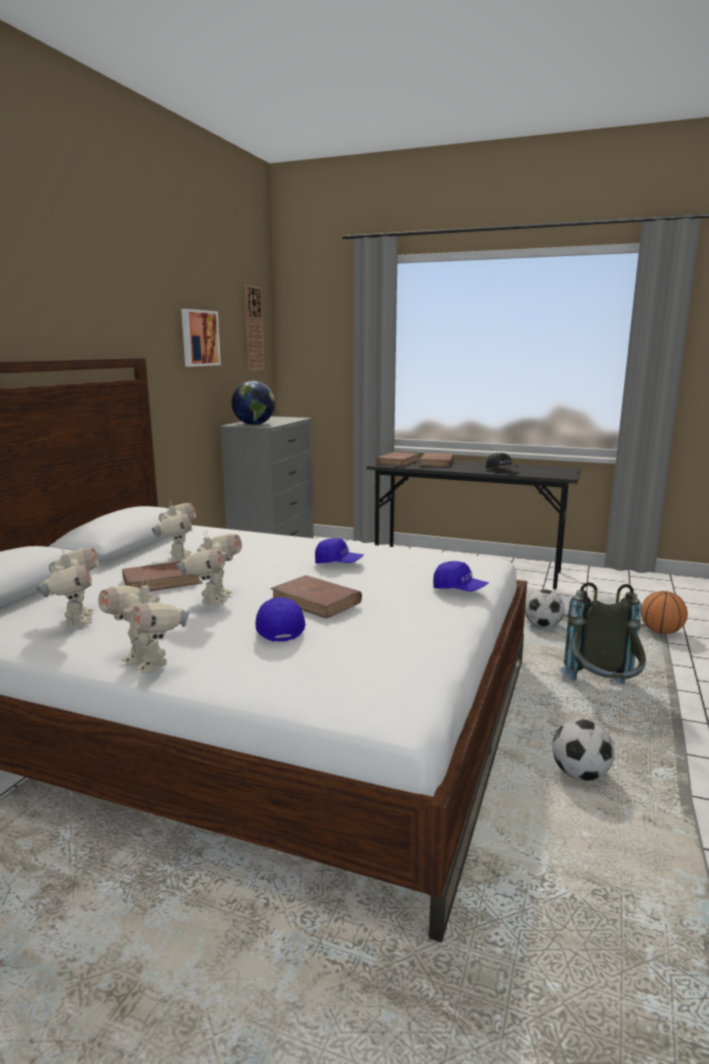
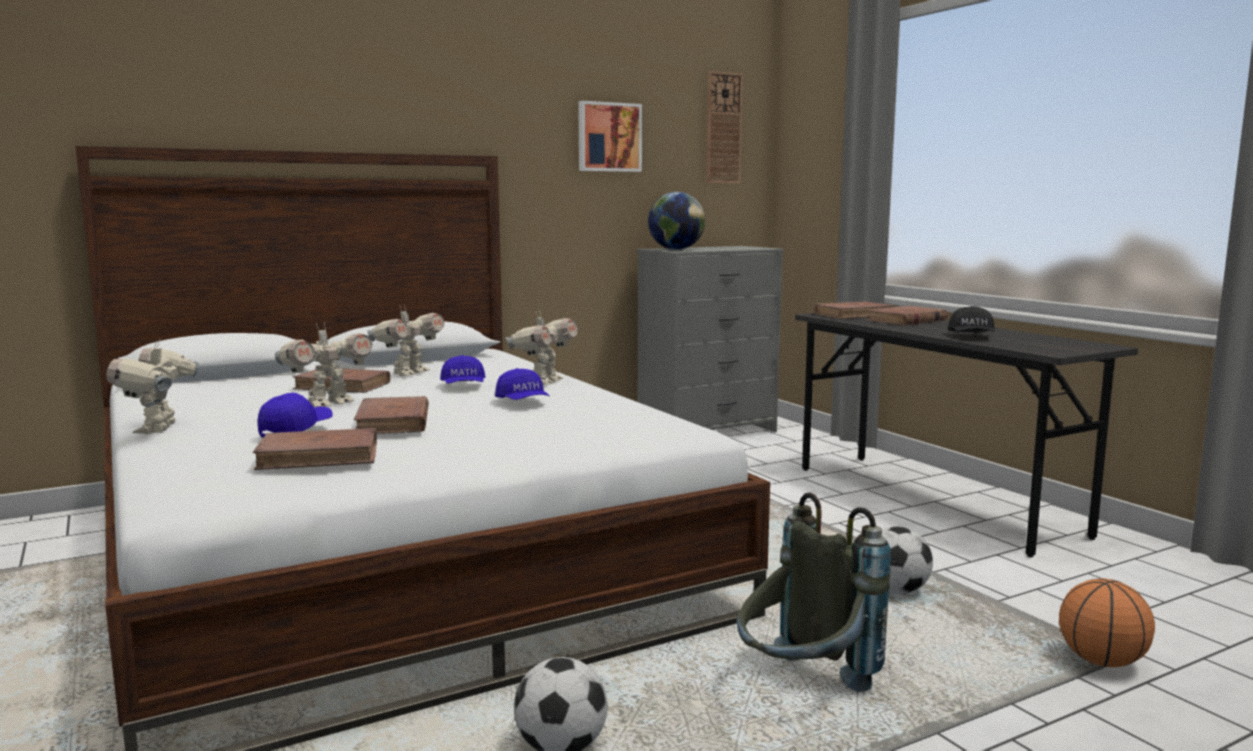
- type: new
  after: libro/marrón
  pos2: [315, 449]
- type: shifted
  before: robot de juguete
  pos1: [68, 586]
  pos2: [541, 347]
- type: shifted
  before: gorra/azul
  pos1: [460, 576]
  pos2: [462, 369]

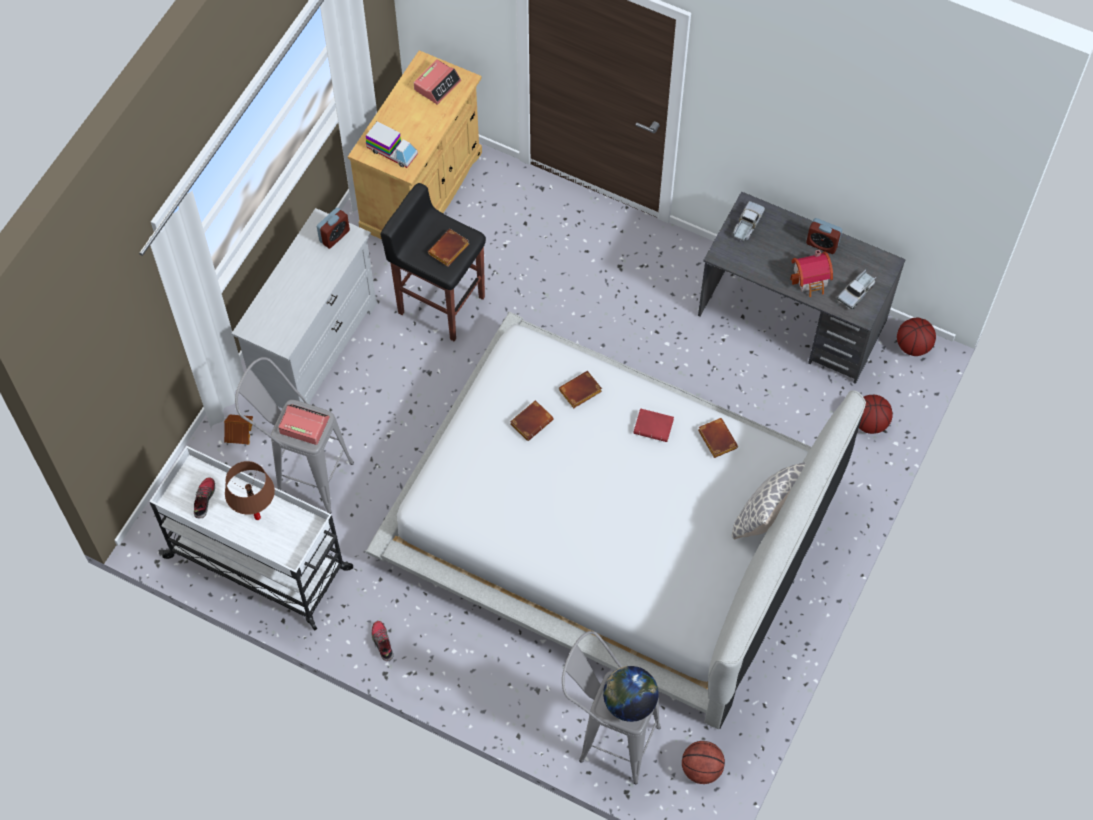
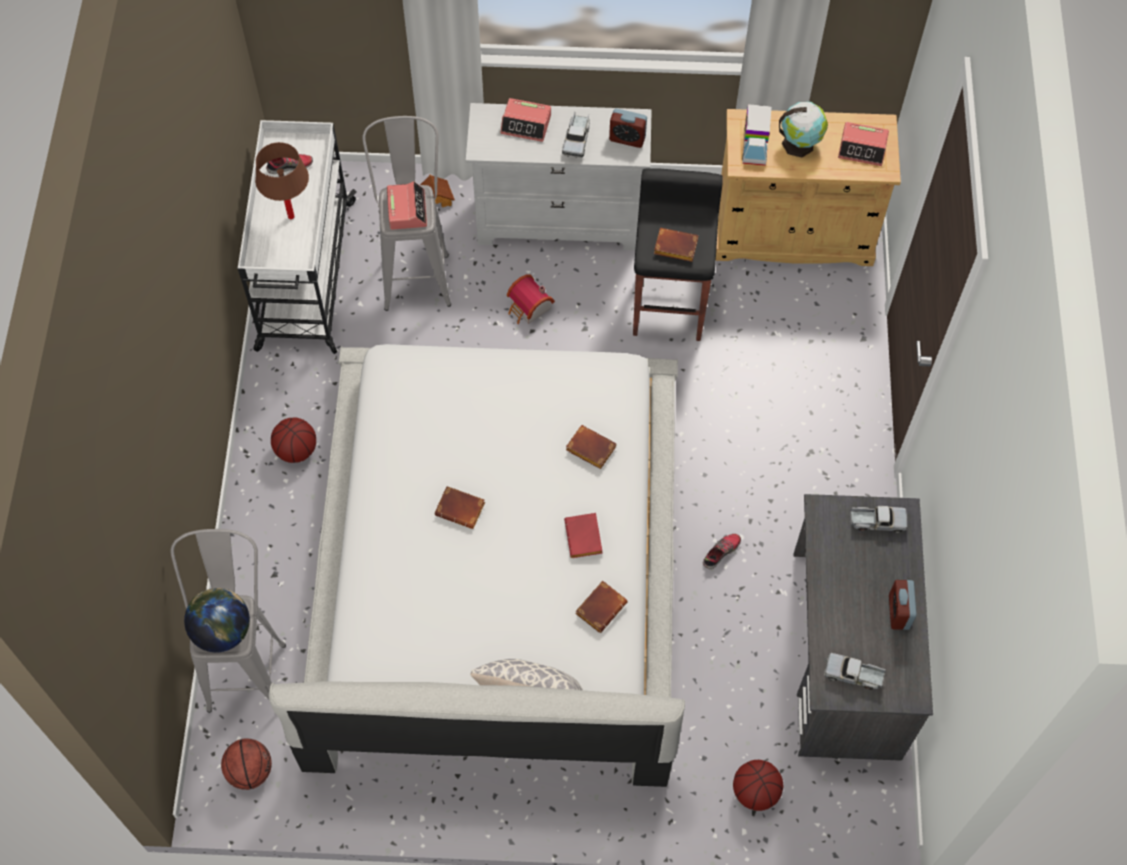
- type: new
  after: despertador
  pos2: [526, 120]
- type: new
  after: camión de juguete
  pos2: [576, 135]
- type: new
  after: globo terráqueo
  pos2: [803, 129]
- type: shifted
  before: zapato
  pos1: [382, 641]
  pos2: [722, 551]
- type: shifted
  before: libro/marrón
  pos1: [532, 420]
  pos2: [460, 507]
- type: shifted
  before: casita
  pos1: [811, 273]
  pos2: [531, 299]
- type: shifted
  before: balón de baloncesto
  pos1: [916, 337]
  pos2: [293, 440]

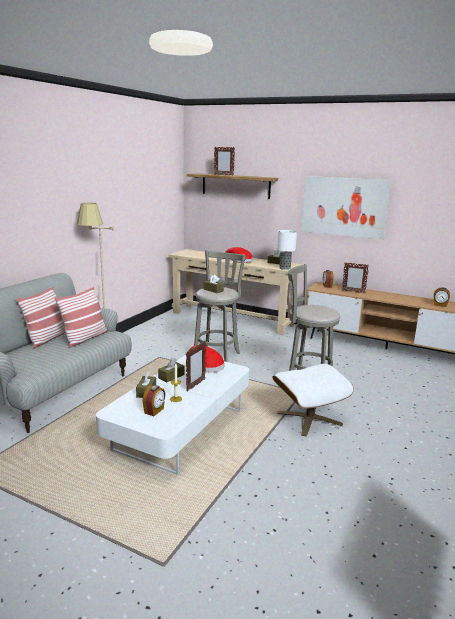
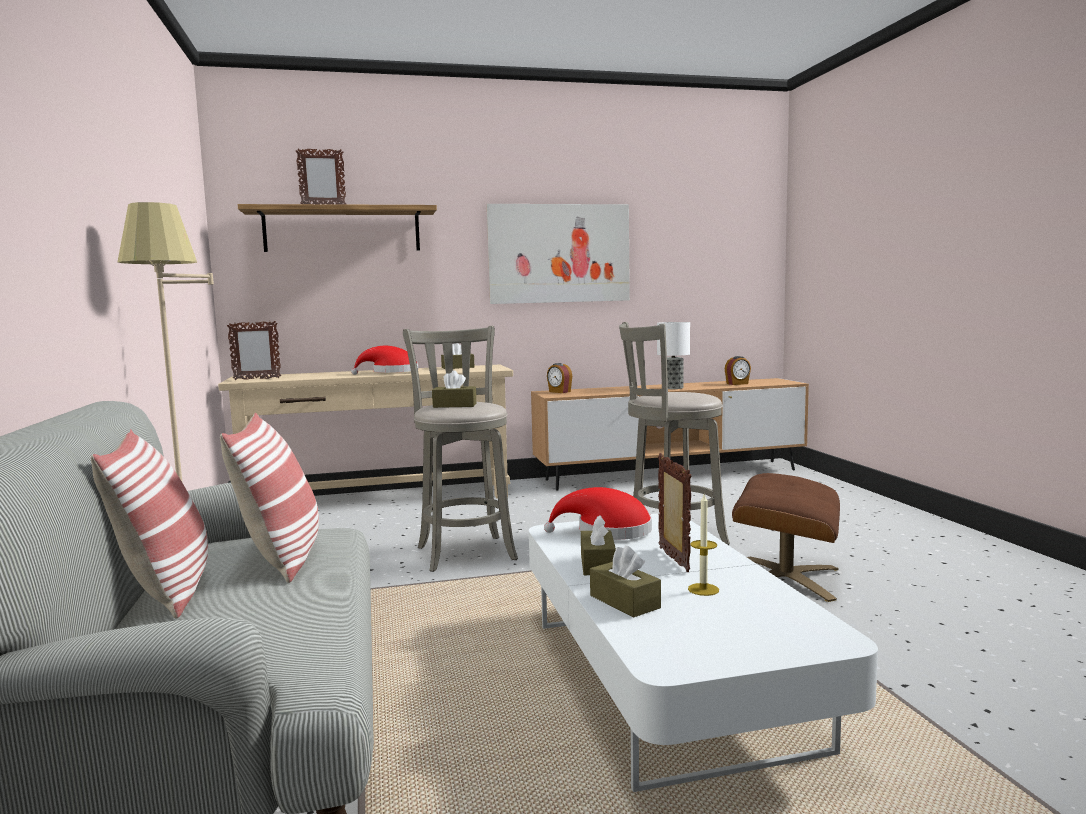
- type: gone
  before: despertador
  pos1: [153, 400]
- type: shifted
  before: lámpara de mesa
  pos1: [287, 250]
  pos2: [673, 355]
- type: shifted
  before: portarretratos
  pos1: [355, 277]
  pos2: [254, 350]
- type: repainted
  before: puf/blanco
  after: puf/marrón
  pos1: [313, 400]
  pos2: [786, 537]

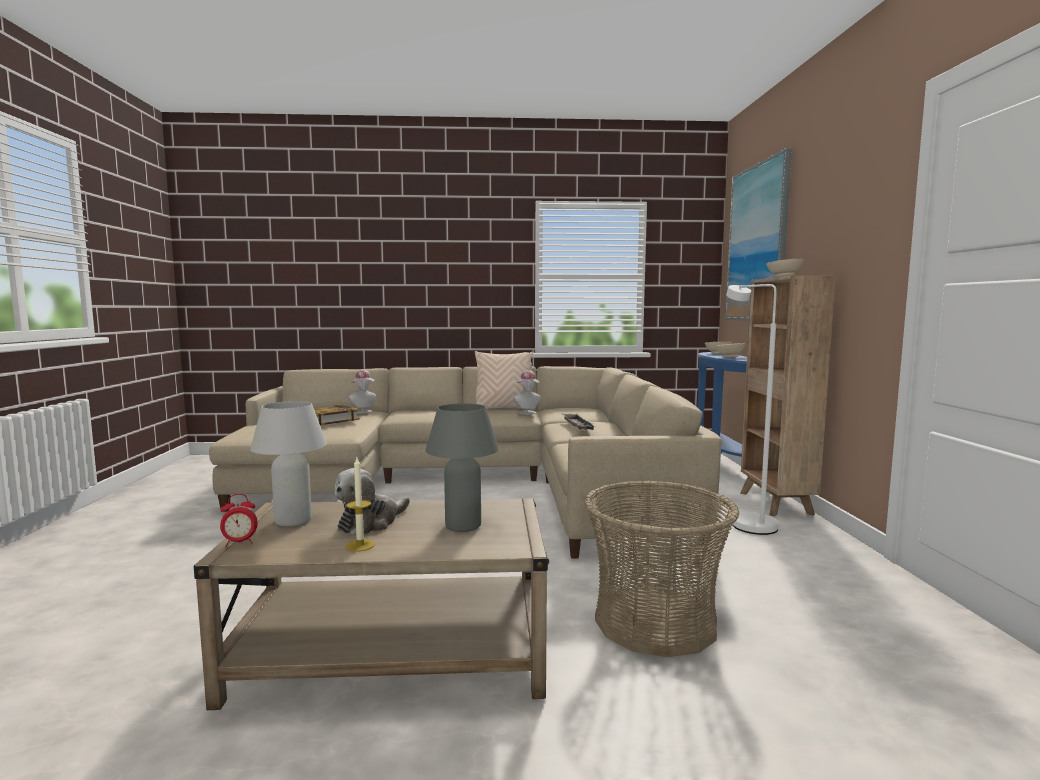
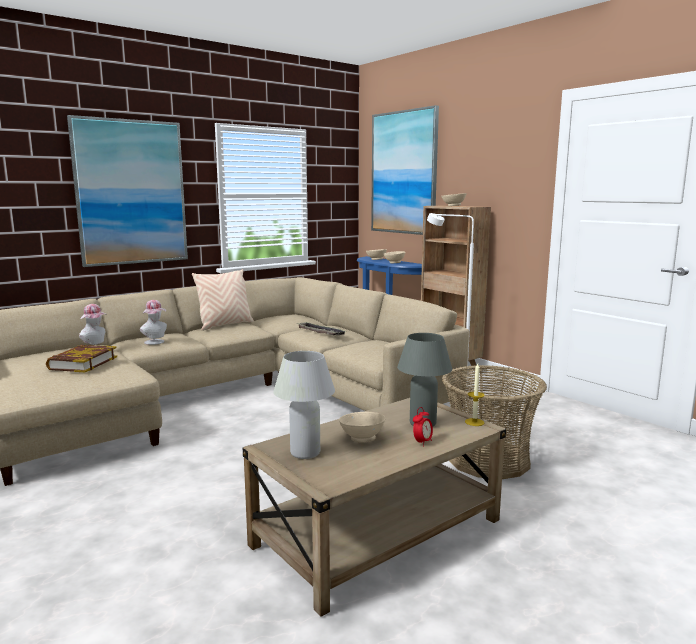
- type: new
  after: cuadro
  pos2: [127, 191]
- type: shifted
  before: despertador
  pos1: [239, 520]
  pos2: [423, 427]
- type: shifted
  before: vela
  pos1: [360, 505]
  pos2: [475, 394]
- type: shifted
  before: sombrero
  pos1: [527, 392]
  pos2: [153, 322]
- type: swapped
  before: peluche
  after: cuenco/beis
  pos1: [372, 501]
  pos2: [362, 427]

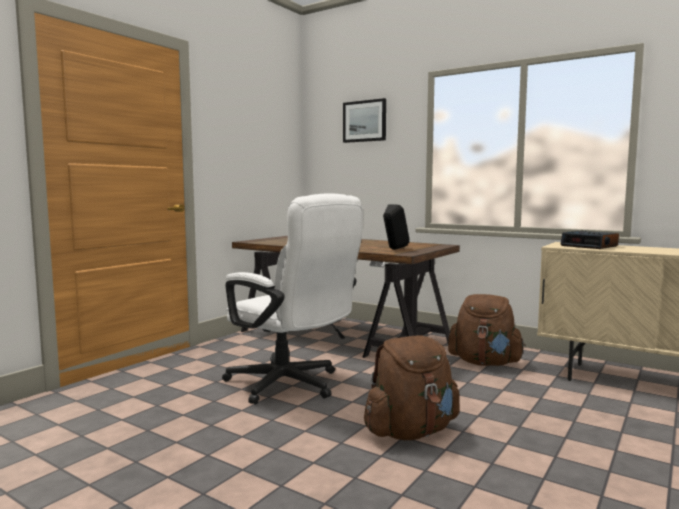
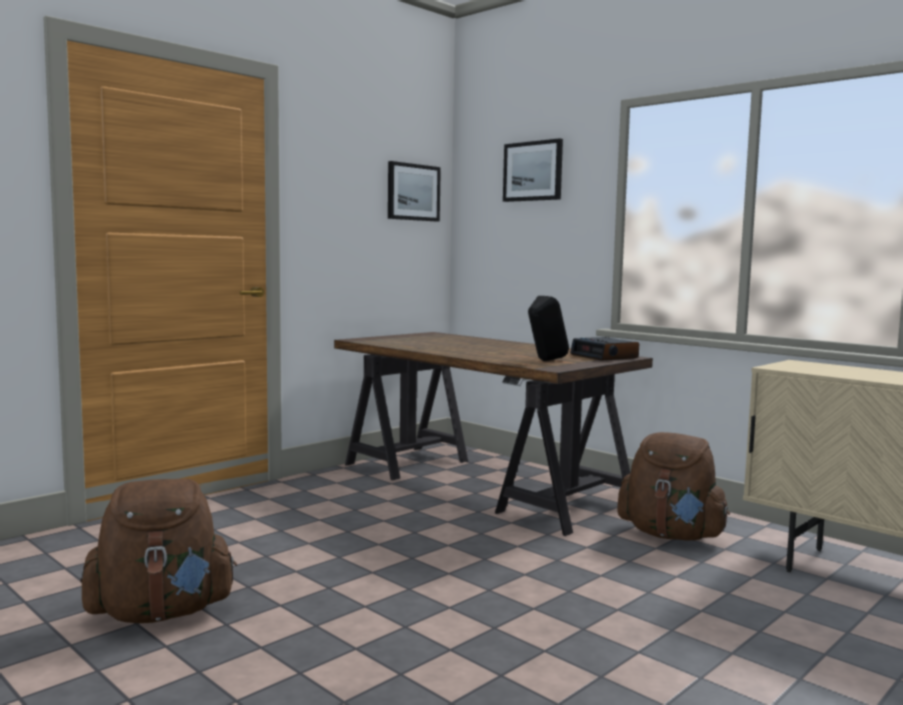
- type: gone
  before: silla de oficina/blanco
  pos1: [292, 299]
- type: new
  after: cuadro
  pos2: [414, 191]
- type: shifted
  before: mochila/marrón
  pos1: [411, 388]
  pos2: [158, 551]
- type: shifted
  before: despertador
  pos1: [589, 240]
  pos2: [604, 349]

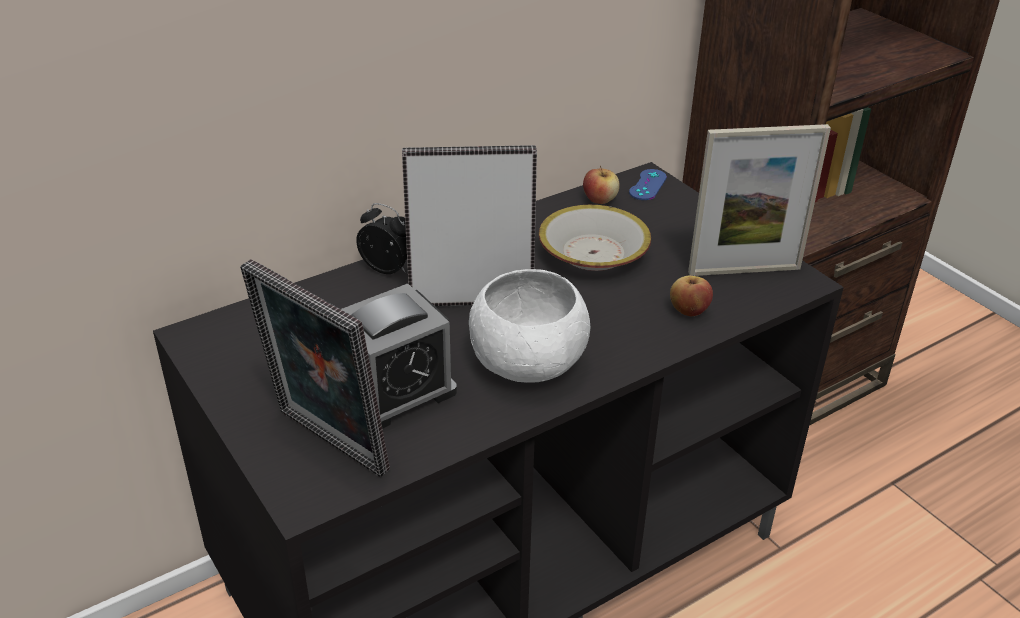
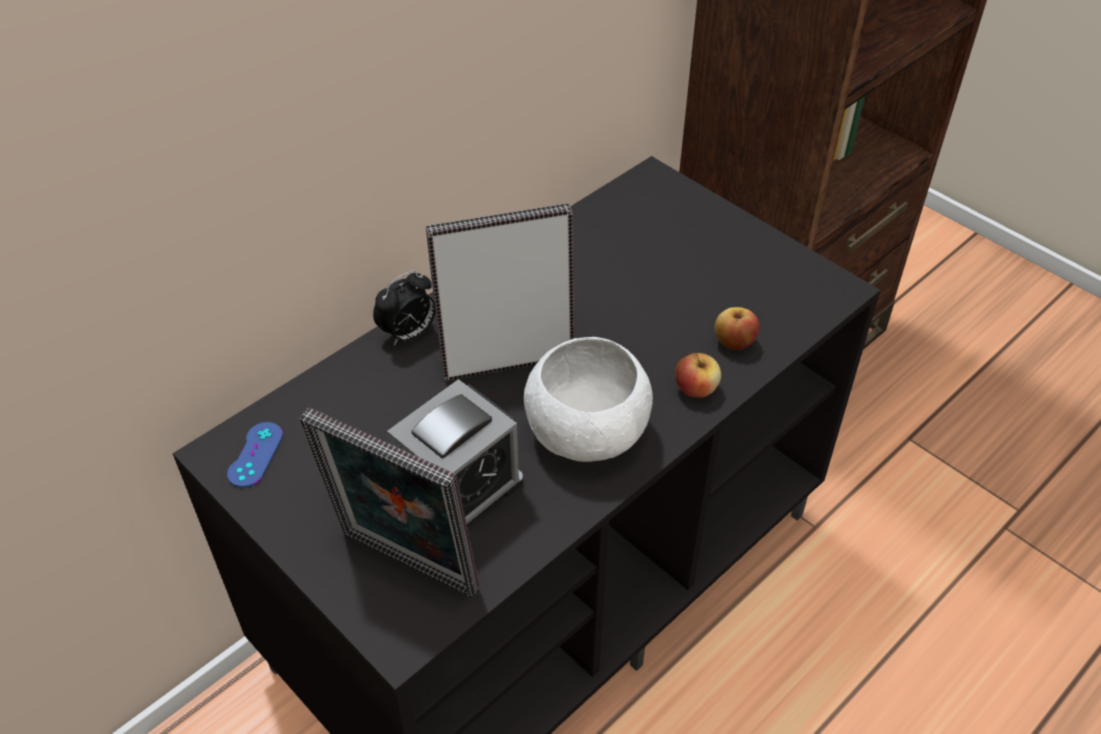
- type: gone
  before: cuenco
  pos1: [595, 238]
- type: gone
  before: portarretratos
  pos1: [759, 200]
- type: shifted
  before: manzana
  pos1: [601, 185]
  pos2: [698, 375]
- type: shifted
  before: mando de consola/azul
  pos1: [648, 184]
  pos2: [255, 455]
- type: rotated
  before: despertador
  pos1: [381, 238]
  pos2: [404, 308]
  turn: 120

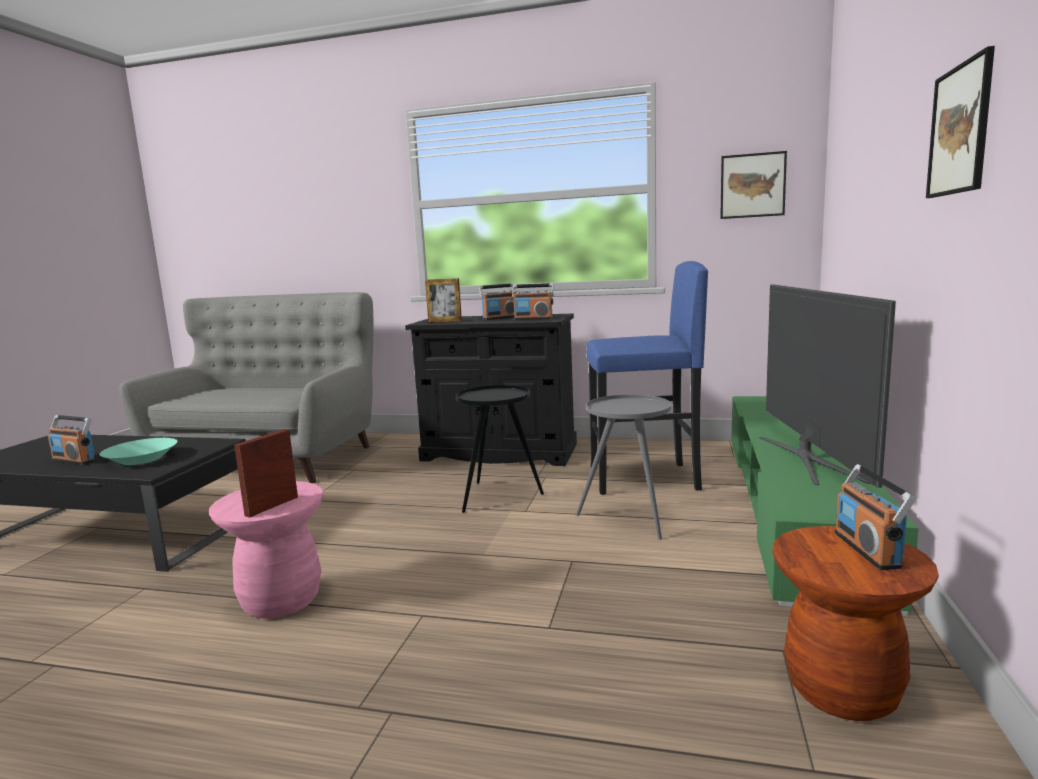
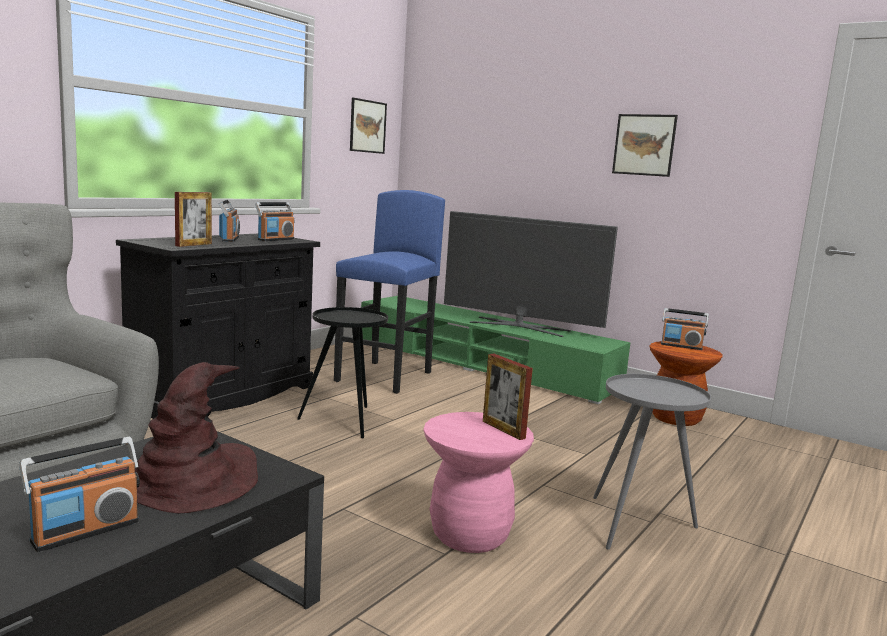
- type: shifted
  before: mesa auxiliar/gris
  pos1: [624, 467]
  pos2: [652, 462]
- type: swapped
  before: cuenco/turquesa
  after: sombrero/marrón
  pos1: [138, 451]
  pos2: [196, 437]

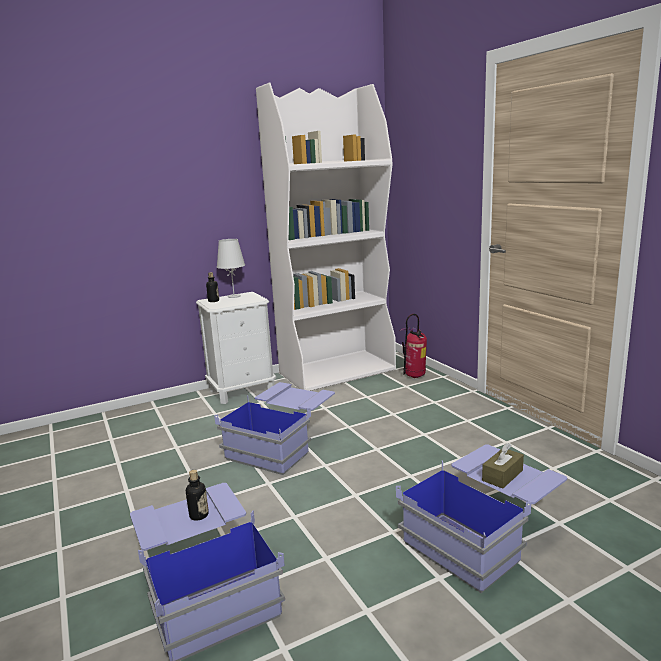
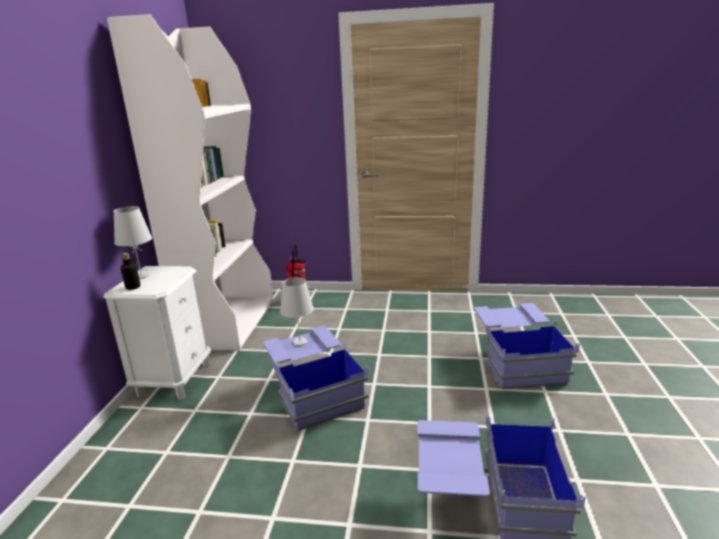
- type: gone
  before: botella
  pos1: [197, 495]
- type: gone
  before: caja de pañuelos/marrón
  pos1: [503, 466]
- type: new
  after: lámpara de mesa/blanco
  pos2: [297, 311]

